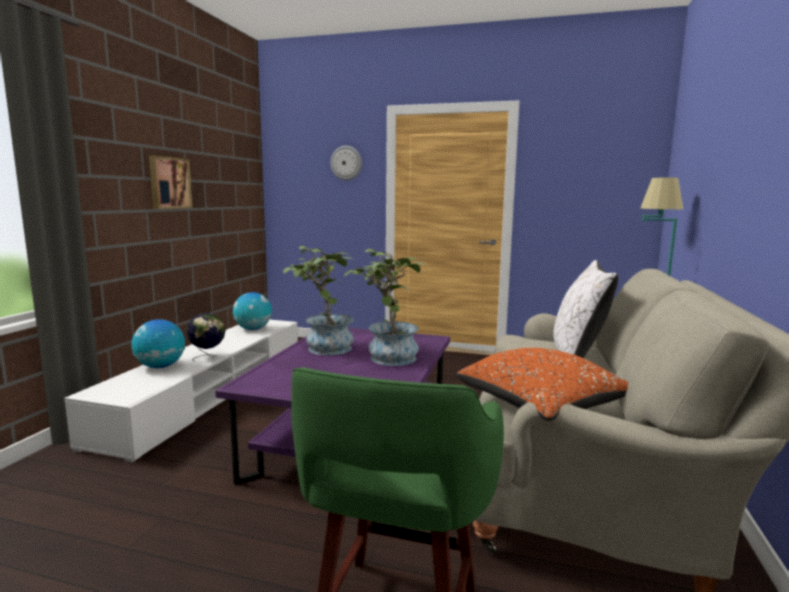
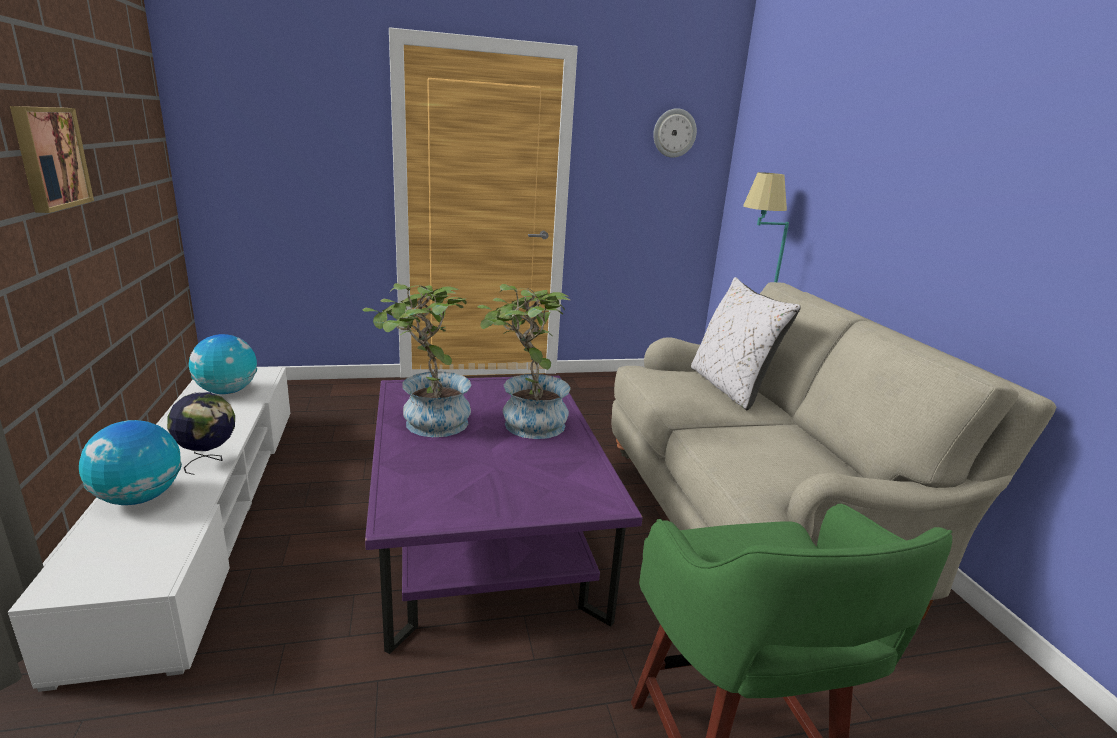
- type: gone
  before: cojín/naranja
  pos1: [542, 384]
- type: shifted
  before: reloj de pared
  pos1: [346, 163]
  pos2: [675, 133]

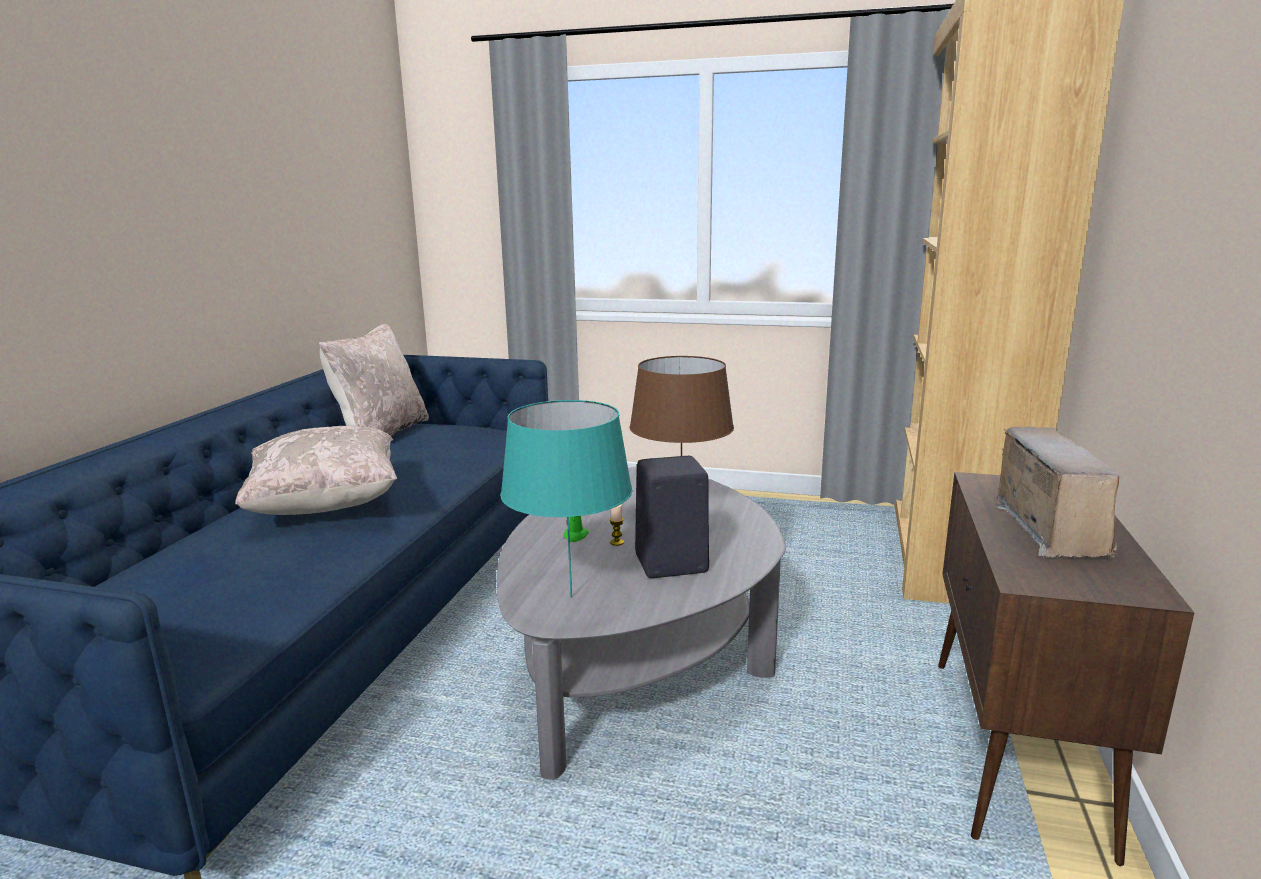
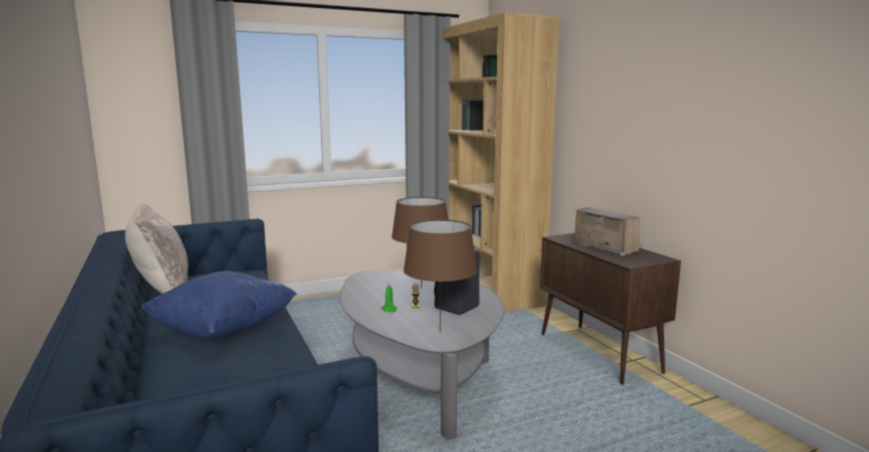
- type: repainted
  before: cojín/beis
  after: cojín/azul
  pos1: [316, 470]
  pos2: [219, 305]
- type: repainted
  before: lámpara de mesa/turquesa
  after: lámpara de mesa/marrón
  pos1: [566, 499]
  pos2: [440, 276]

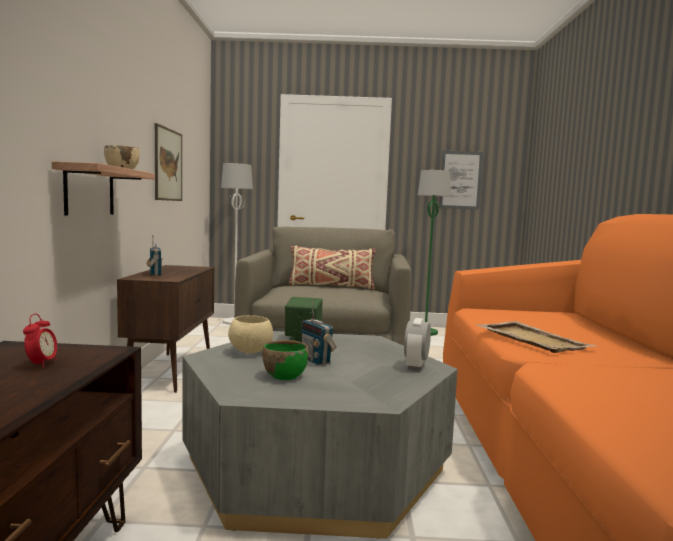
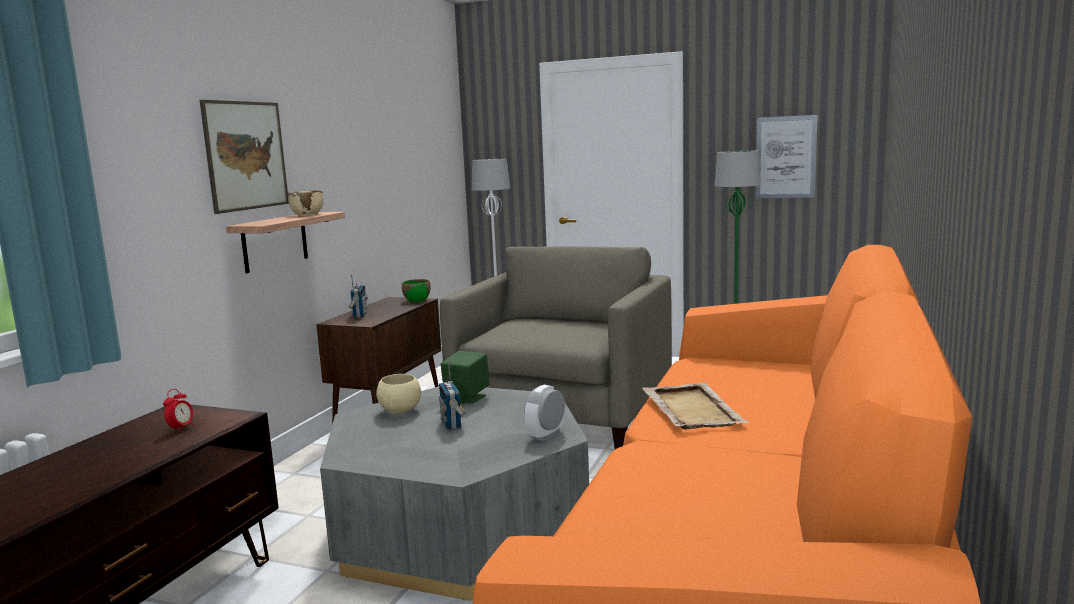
- type: gone
  before: cojín/beis
  pos1: [332, 268]
- type: shifted
  before: cuadro
  pos1: [168, 162]
  pos2: [244, 157]
- type: shifted
  before: cuenco/verde
  pos1: [285, 360]
  pos2: [416, 290]

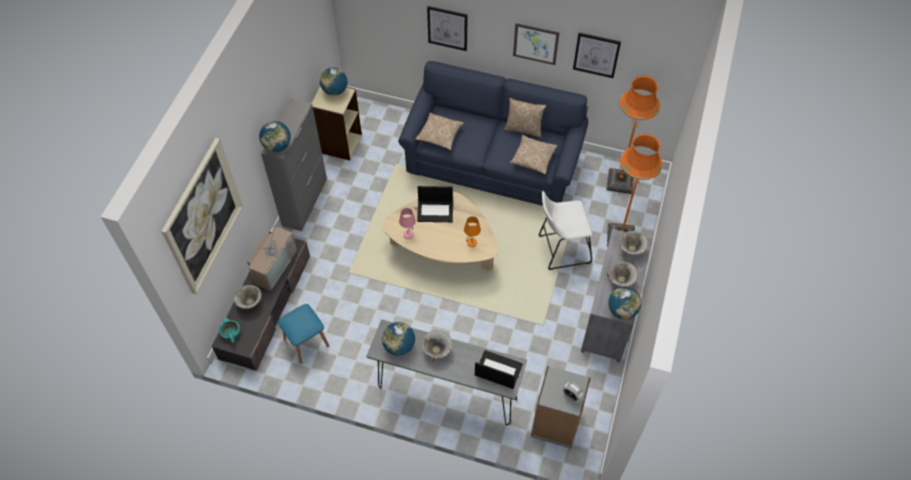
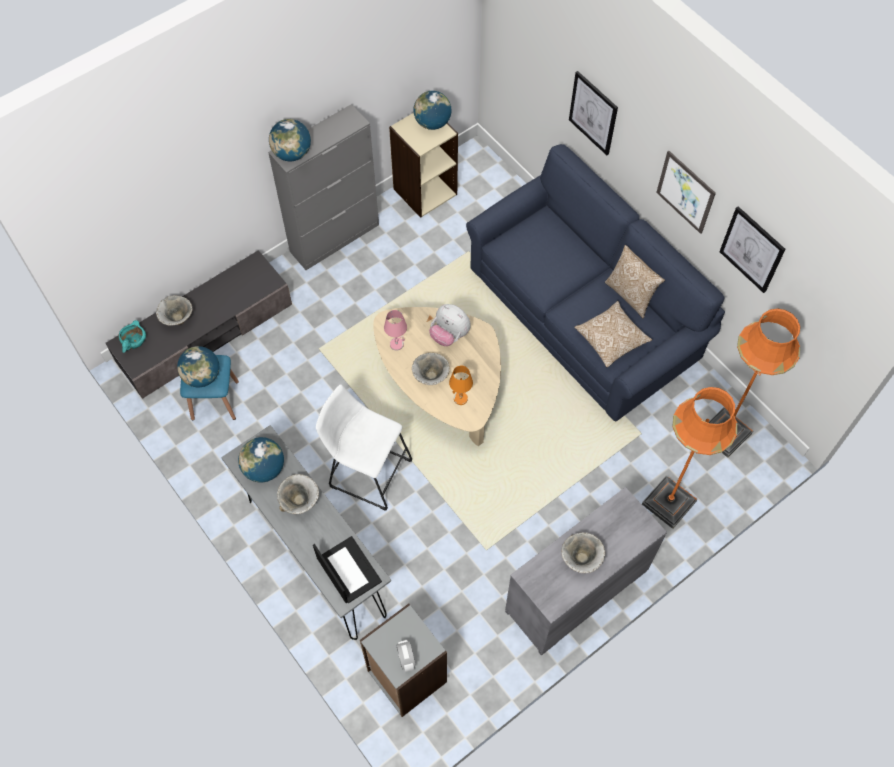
- type: gone
  before: cuadro
  pos1: [202, 216]
- type: gone
  before: televisor
  pos1: [272, 257]
- type: gone
  before: cojín
  pos1: [439, 131]
- type: shifted
  before: taburete/blanco
  pos1: [565, 230]
  pos2: [364, 447]
- type: shifted
  before: globo terráqueo
  pos1: [625, 303]
  pos2: [198, 366]
- type: shifted
  before: cuenco
  pos1: [633, 243]
  pos2: [431, 369]
- type: swapped
  before: portátil
  after: peluche
  pos1: [435, 204]
  pos2: [450, 325]

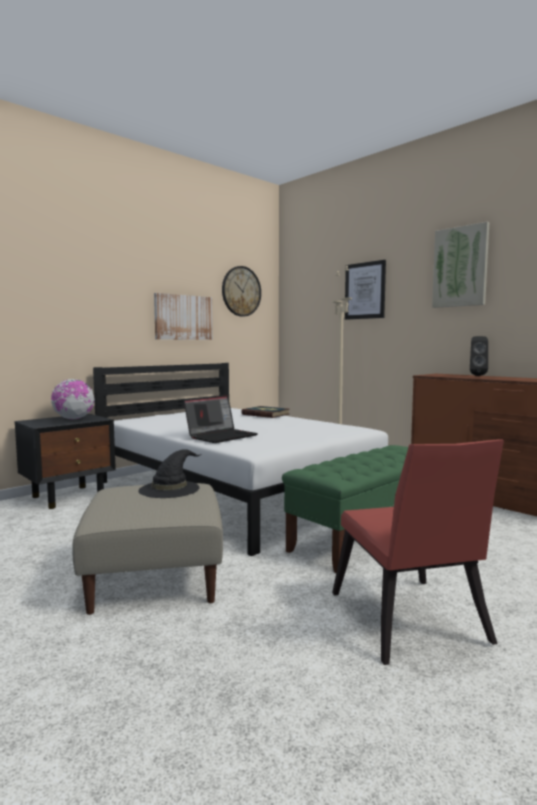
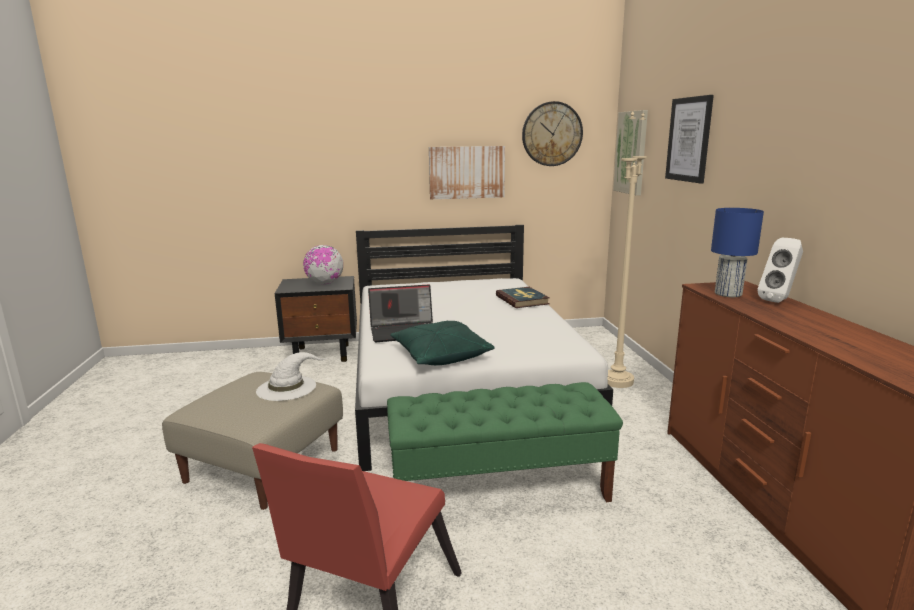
- type: new
  after: cojín/verde
  pos2: [442, 342]
- type: new
  after: lámpara de mesa/azul
  pos2: [737, 252]
- type: shifted
  before: cuadro
  pos1: [461, 265]
  pos2: [630, 153]
- type: repainted
  before: sombrero/negro
  after: sombrero/blanco
  pos1: [170, 474]
  pos2: [291, 376]
- type: repainted
  before: altavoz/negro
  after: altavoz/blanco
  pos1: [479, 356]
  pos2: [780, 270]

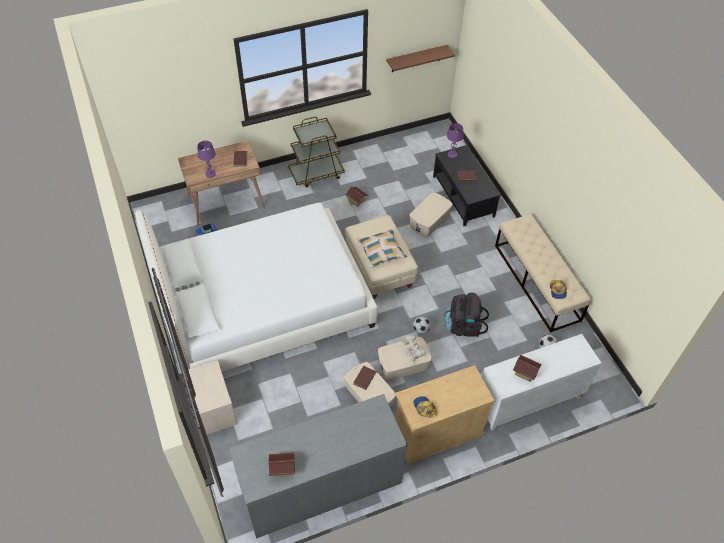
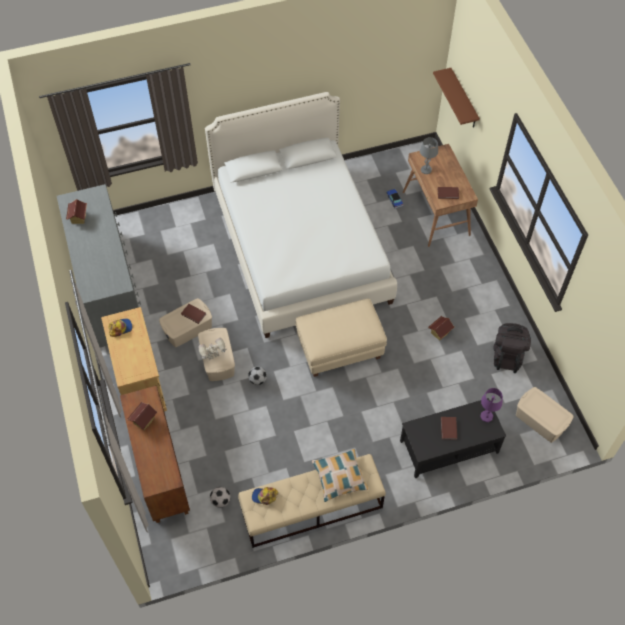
- type: gone
  before: mesita de noche/beis
  pos1: [209, 397]
- type: gone
  before: carrito/marrón
  pos1: [316, 152]
- type: shifted
  before: cojín
  pos1: [382, 248]
  pos2: [340, 475]
- type: shifted
  before: estante/marrón
  pos1: [420, 58]
  pos2: [456, 97]
- type: shifted
  before: caja de almacenaje/beis
  pos1: [431, 215]
  pos2: [544, 415]
- type: shifted
  before: mochila/negro
  pos1: [466, 315]
  pos2: [512, 348]
- type: repainted
  before: lámpara de mesa/morado
  after: lámpara de mesa/gris
  pos1: [207, 159]
  pos2: [429, 155]
- type: repainted
  before: armario/blanco
  after: armario/marrón
  pos1: [541, 382]
  pos2: [155, 454]

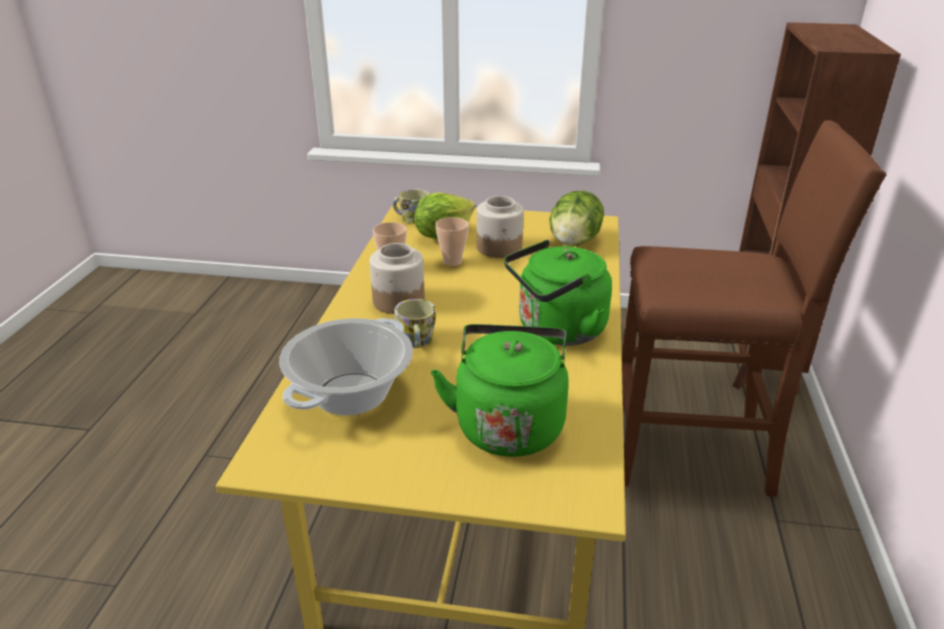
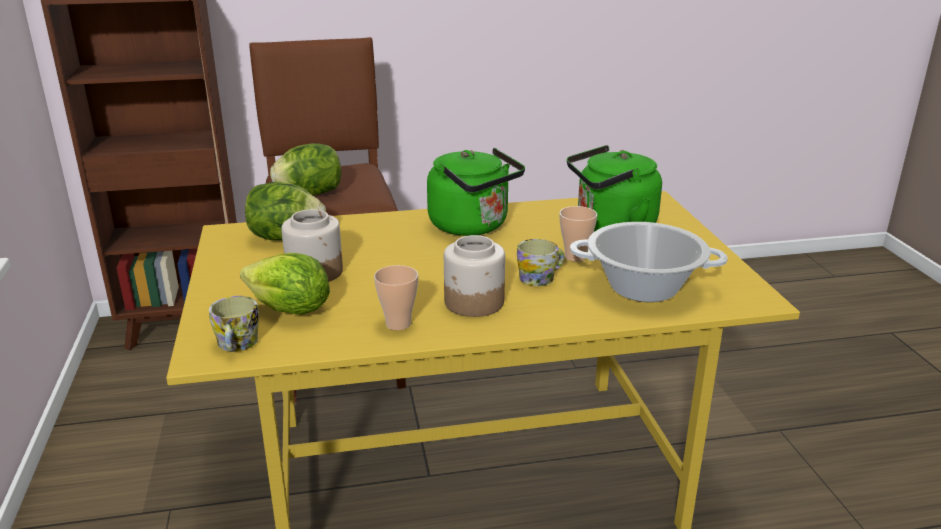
- type: new
  after: lechuga
  pos2: [305, 169]
- type: shifted
  before: taza
  pos1: [452, 241]
  pos2: [578, 234]

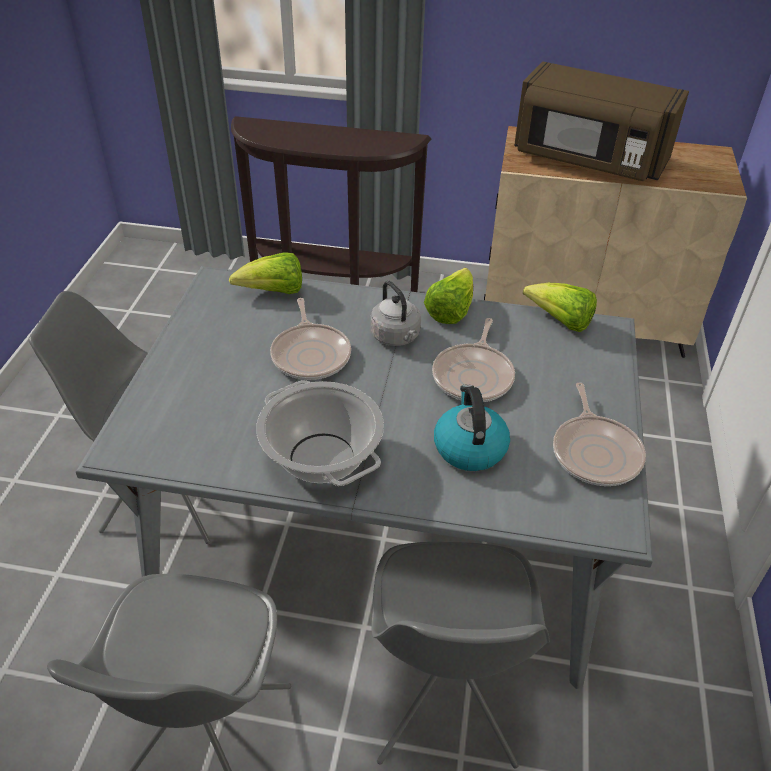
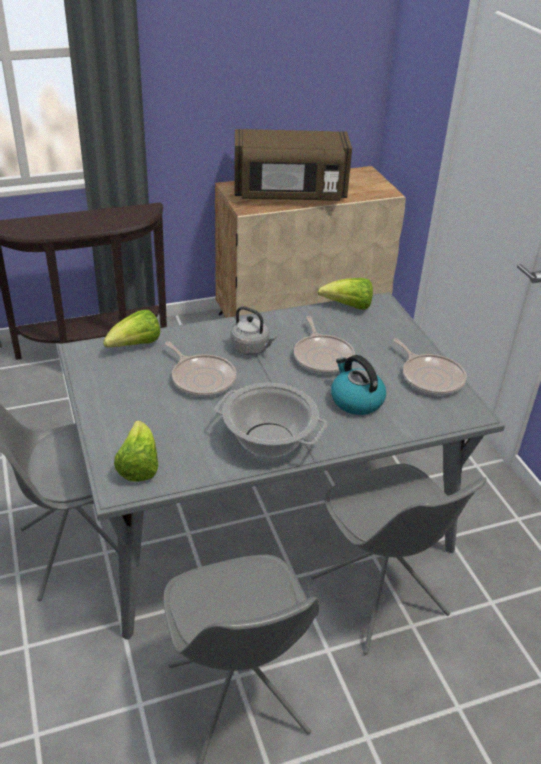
- type: shifted
  before: lechuga
  pos1: [448, 296]
  pos2: [136, 451]

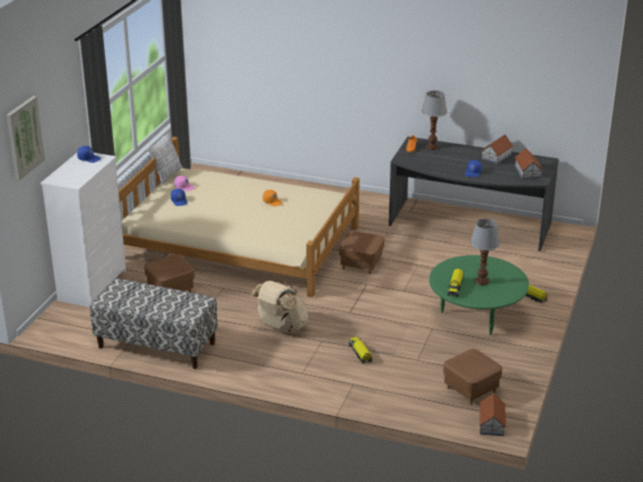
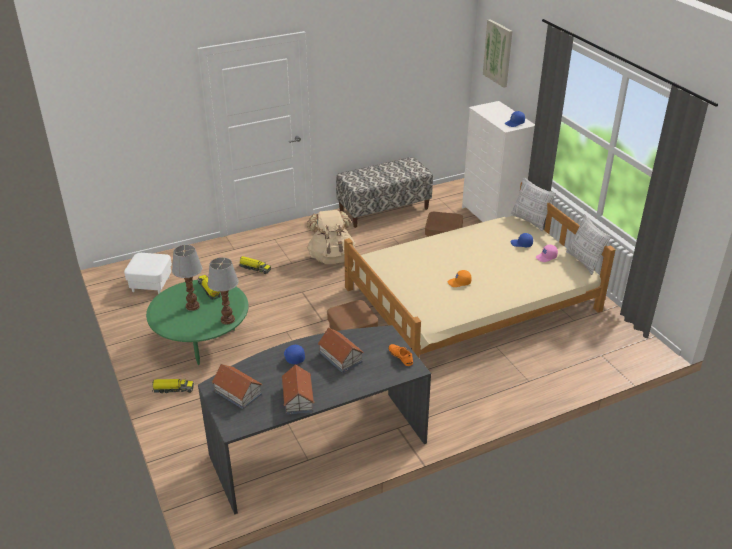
- type: new
  after: cojín
  pos2: [533, 204]
- type: shifted
  before: lámpara de mesa
  pos1: [434, 120]
  pos2: [223, 290]
- type: shifted
  before: casita
  pos1: [492, 414]
  pos2: [341, 350]
- type: repainted
  before: puf/marrón
  after: puf/blanco
  pos1: [472, 377]
  pos2: [148, 273]

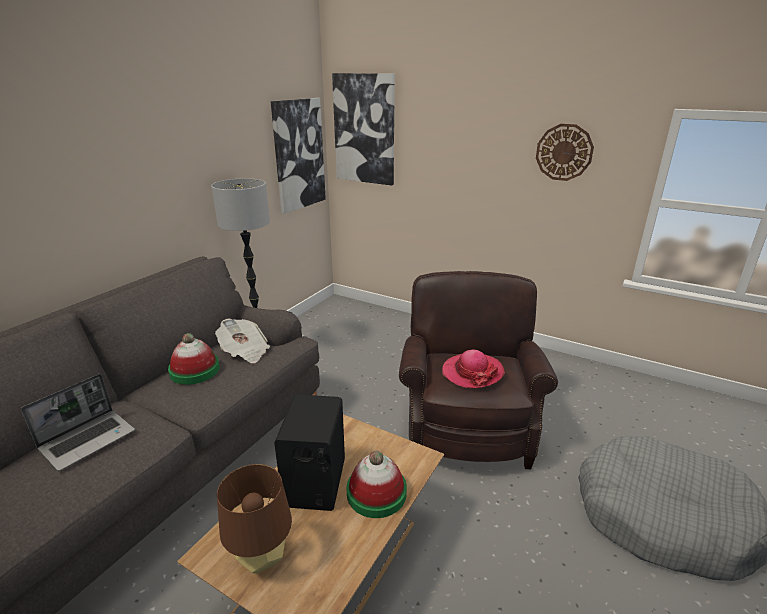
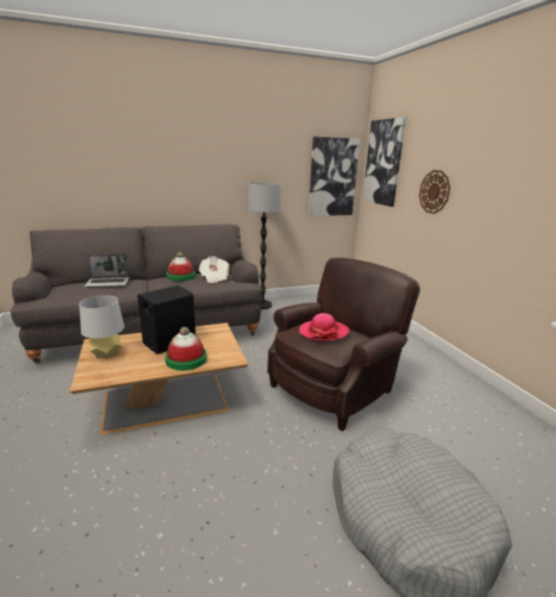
- type: shifted
  before: reloj de pared
  pos1: [565, 152]
  pos2: [434, 192]
- type: repainted
  before: lámpara de mesa/marrón
  after: lámpara de mesa/gris
  pos1: [254, 519]
  pos2: [101, 326]

